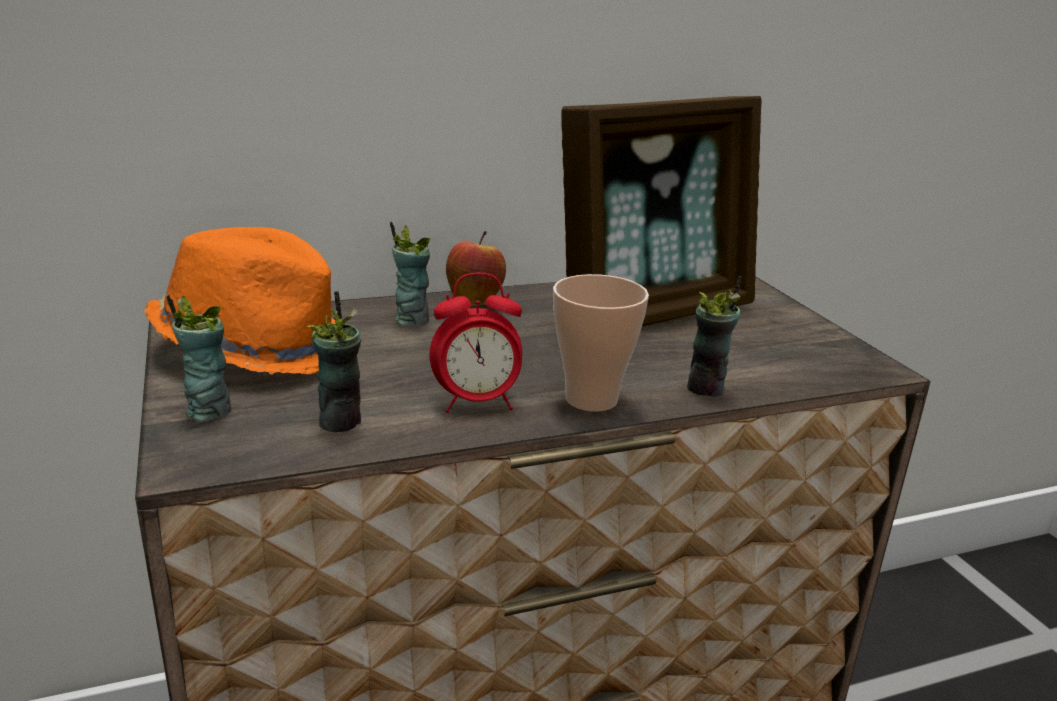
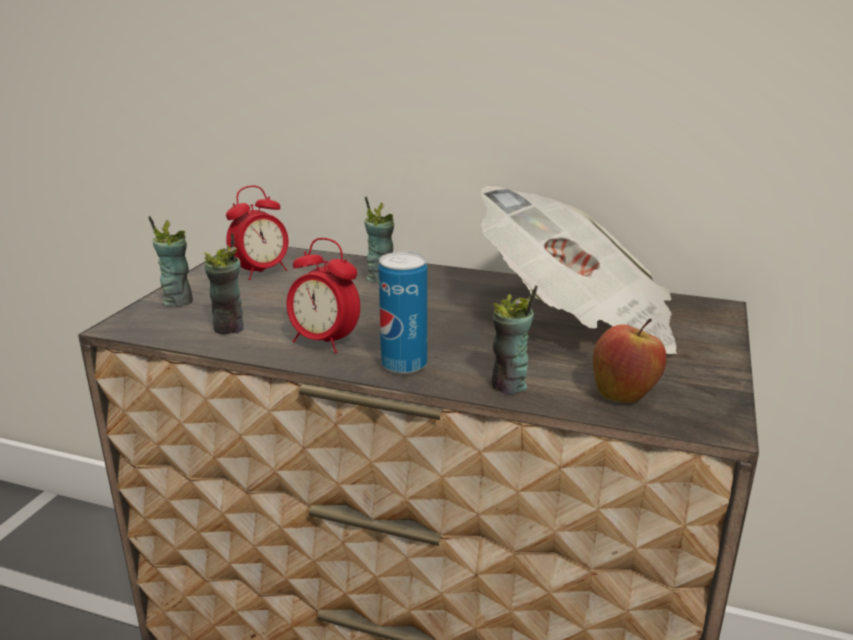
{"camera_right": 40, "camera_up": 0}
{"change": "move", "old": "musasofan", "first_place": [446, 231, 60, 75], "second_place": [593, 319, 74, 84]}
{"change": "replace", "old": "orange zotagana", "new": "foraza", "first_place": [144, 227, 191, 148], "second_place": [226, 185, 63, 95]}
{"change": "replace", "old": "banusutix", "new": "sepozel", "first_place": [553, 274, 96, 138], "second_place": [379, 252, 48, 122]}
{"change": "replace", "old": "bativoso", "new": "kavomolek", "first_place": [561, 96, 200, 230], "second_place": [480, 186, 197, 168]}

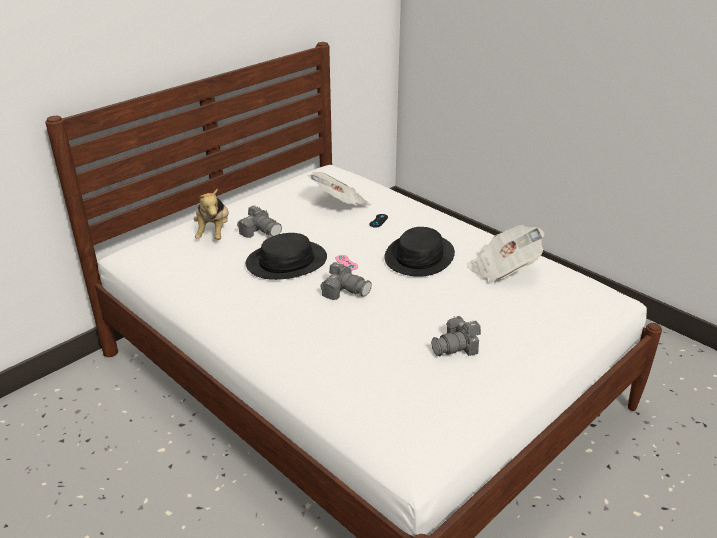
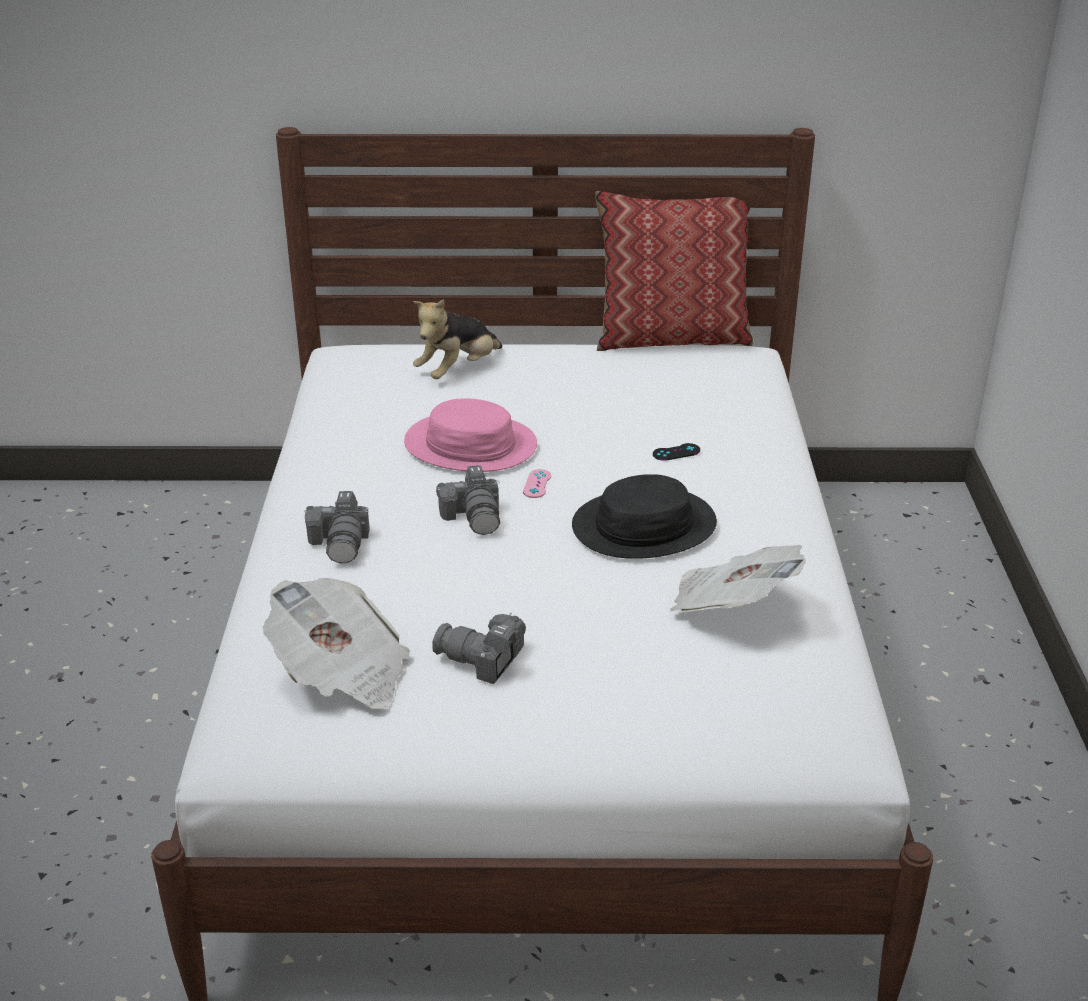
{"camera_right": 45, "camera_up": 0}
{"change": "insert", "new": "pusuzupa", "second_place": [595, 191, 158, 160]}
{"change": "move", "old": "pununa", "first_place": [237, 206, 45, 32], "second_place": [304, 491, 66, 73]}
{"change": "move", "old": "kavomolek", "first_place": [307, 172, 65, 34], "second_place": [263, 578, 147, 132]}
{"change": "recolor", "old": "black zotagana", "new": "pink zotagana", "first_place": [246, 233, 81, 47], "second_place": [404, 398, 133, 74]}

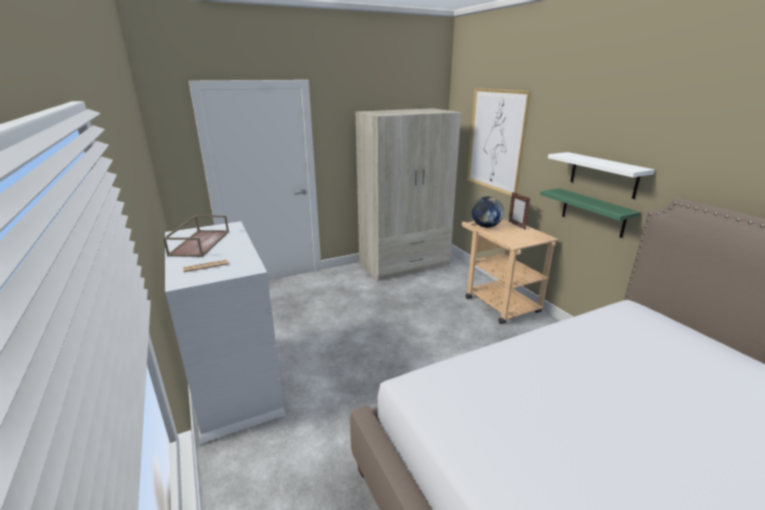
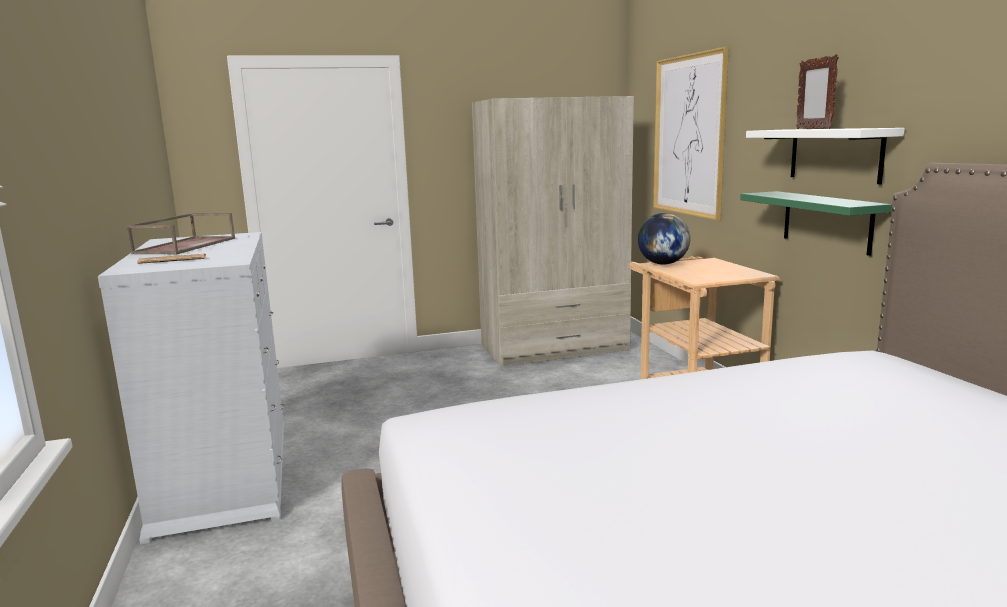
{"camera_right": 10, "camera_up": -10}
{"change": "move", "old": "bativoso", "first_place": [508, 192, 23, 38], "second_place": [796, 54, 43, 75]}

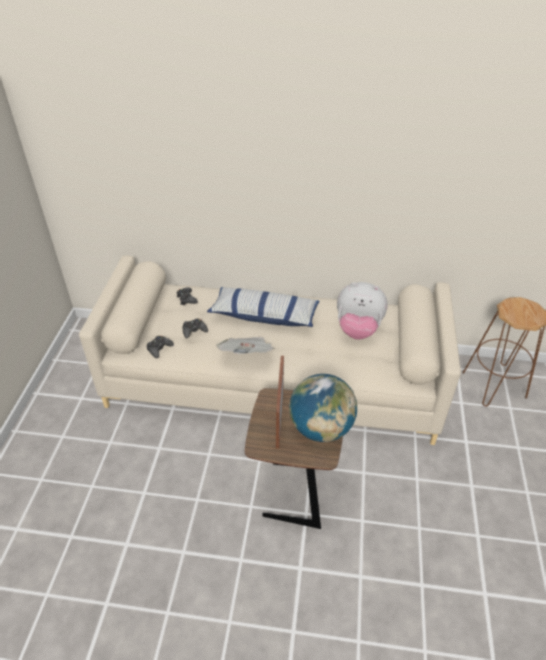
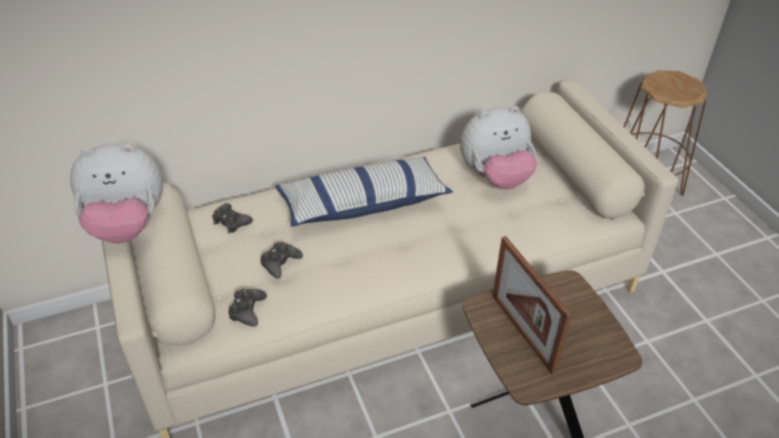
{"camera_right": -30, "camera_up": 0}
{"change": "delete", "old": "kavomolek", "first_place": [216, 336, 59, 18]}
{"change": "delete", "old": "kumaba", "first_place": [289, 374, 68, 68]}
{"change": "insert", "new": "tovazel", "second_place": [70, 143, 93, 100]}

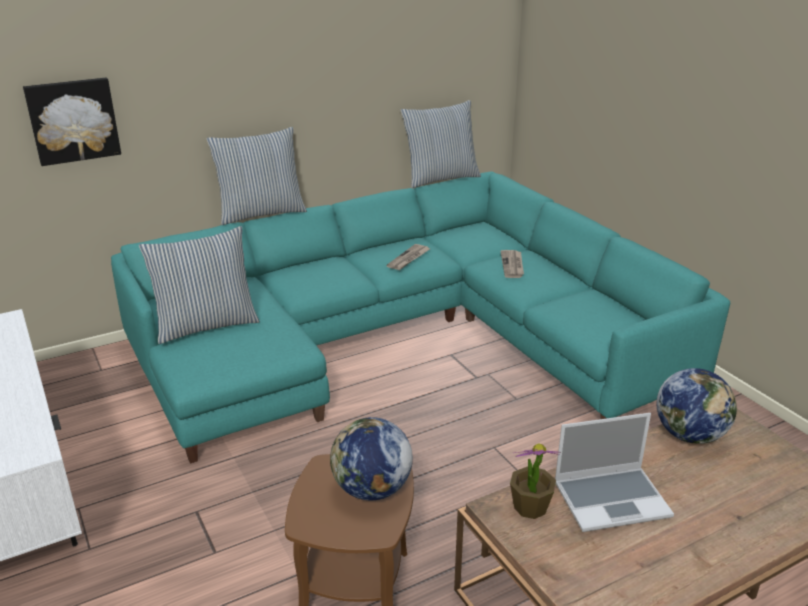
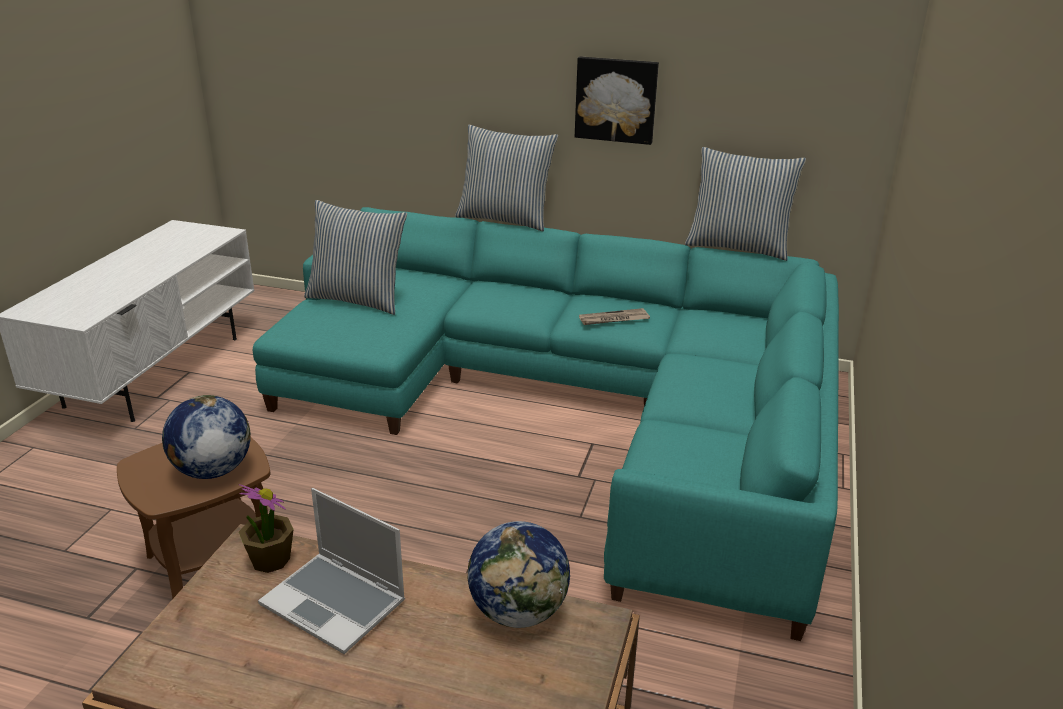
{"camera_right": 45, "camera_up": 0}
{"change": "delete", "old": "kavomolek", "first_place": [501, 250, 23, 28]}
{"change": "move", "old": "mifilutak", "first_place": [23, 78, 98, 88], "second_place": [575, 57, 84, 88]}

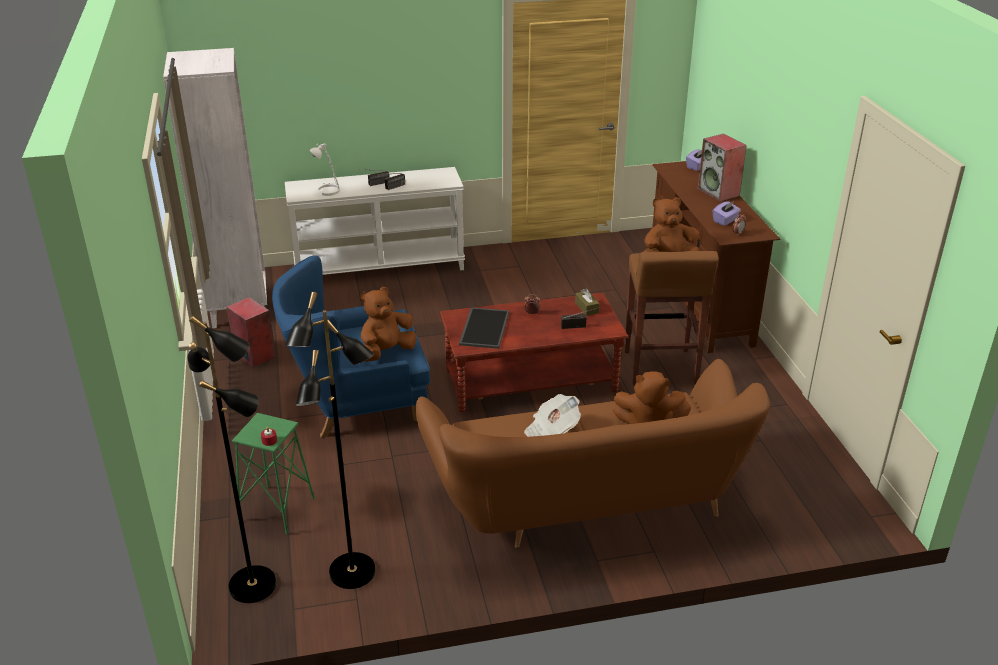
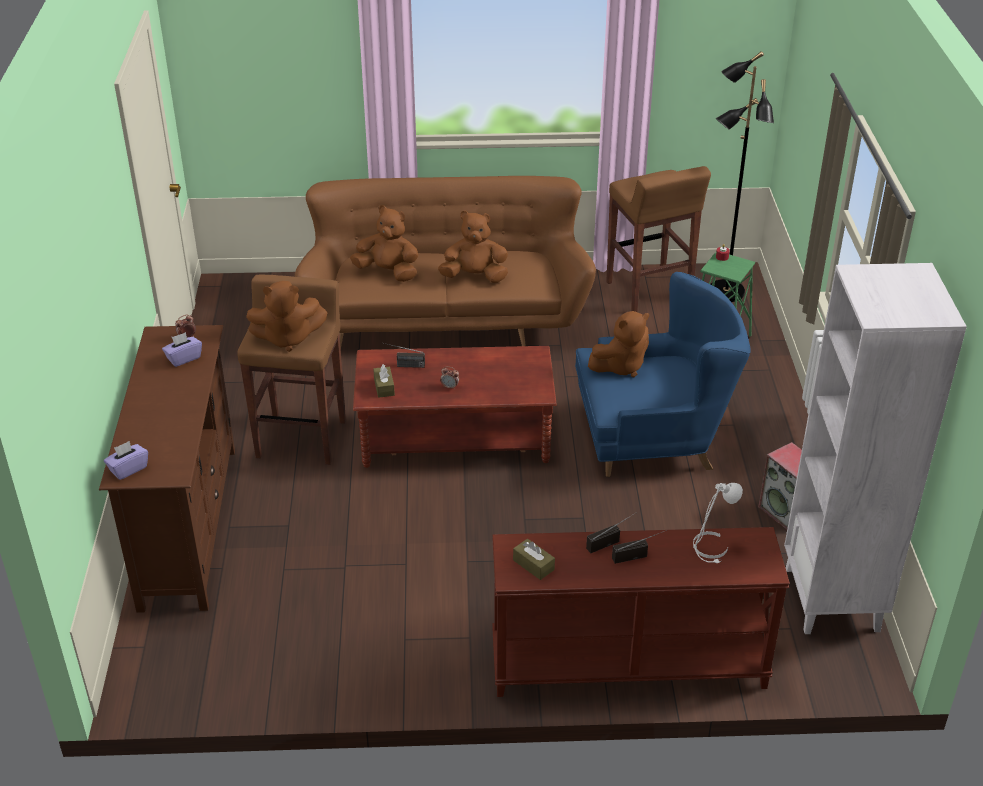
{"camera_right": -170, "camera_up": 5}
{"change": "delete", "old": "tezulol", "first_place": [459, 307, 50, 42]}
{"change": "delete", "old": "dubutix", "first_place": [698, 134, 49, 68]}
{"change": "insert", "new": "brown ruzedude", "second_place": [513, 539, 42, 41]}
{"change": "replace", "old": "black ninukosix", "new": "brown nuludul", "first_place": [285, 292, 90, 297], "second_place": [606, 166, 105, 146]}
{"change": "replace", "old": "kavomolek", "new": "brown tovazel", "first_place": [524, 394, 57, 43], "second_place": [438, 211, 70, 72]}
{"change": "recolor", "old": "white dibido", "new": "brown dibido", "first_place": [285, 167, 180, 108], "second_place": [492, 527, 298, 170]}

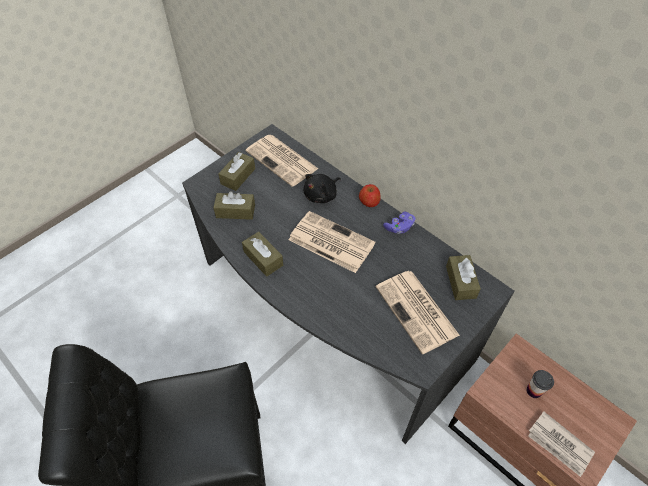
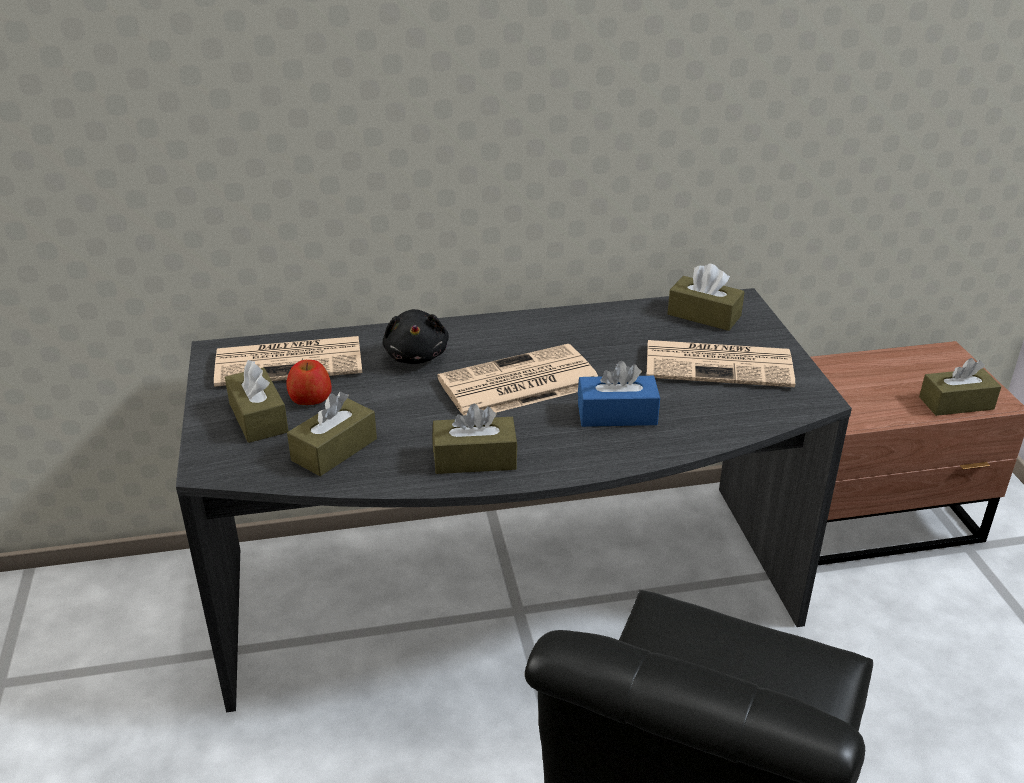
{"camera_right": -55, "camera_up": -20}
{"change": "delete", "old": "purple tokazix", "first_place": [383, 212, 32, 22]}
{"change": "delete", "old": "banusutix", "first_place": [526, 370, 28, 28]}
{"change": "insert", "new": "blue ruzedude", "second_place": [578, 361, 82, 66]}
{"change": "move", "old": "musasofan", "first_place": [359, 184, 22, 23], "second_place": [286, 360, 46, 45]}
{"change": "replace", "old": "kavomolek", "new": "brown ruzedude", "first_place": [528, 411, 67, 66], "second_place": [919, 358, 82, 58]}

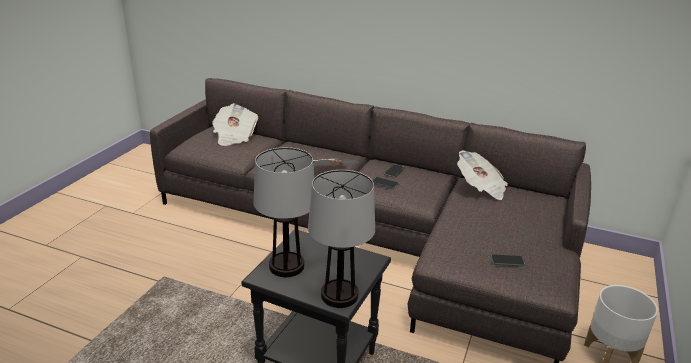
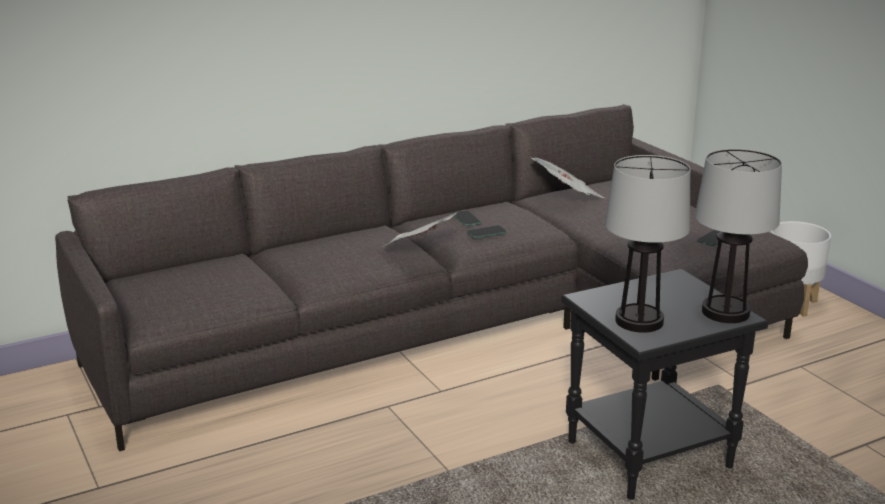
{"camera_right": -50, "camera_up": -5}
{"change": "delete", "old": "kavomolek", "first_place": [212, 103, 46, 43]}

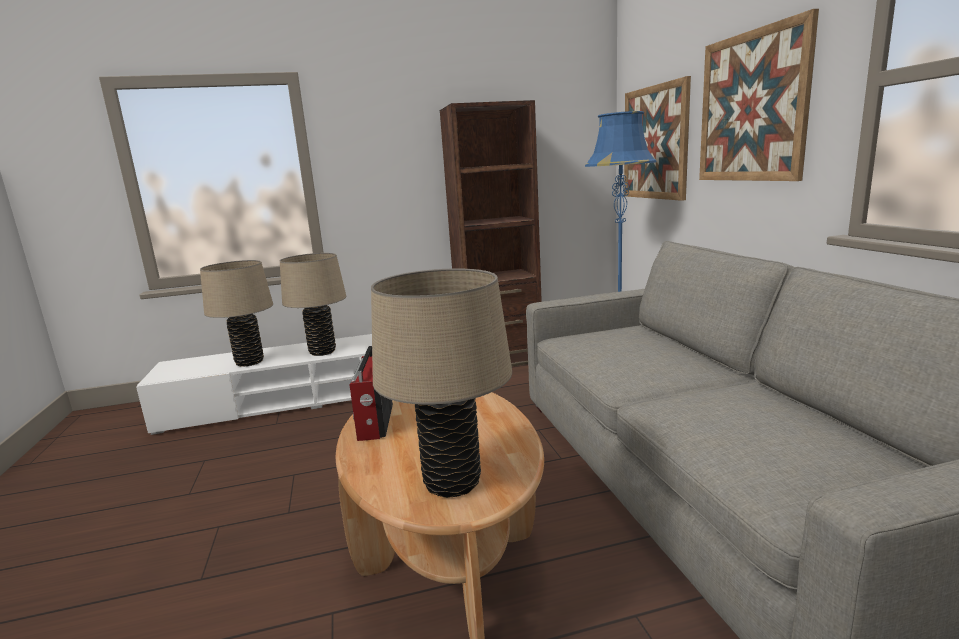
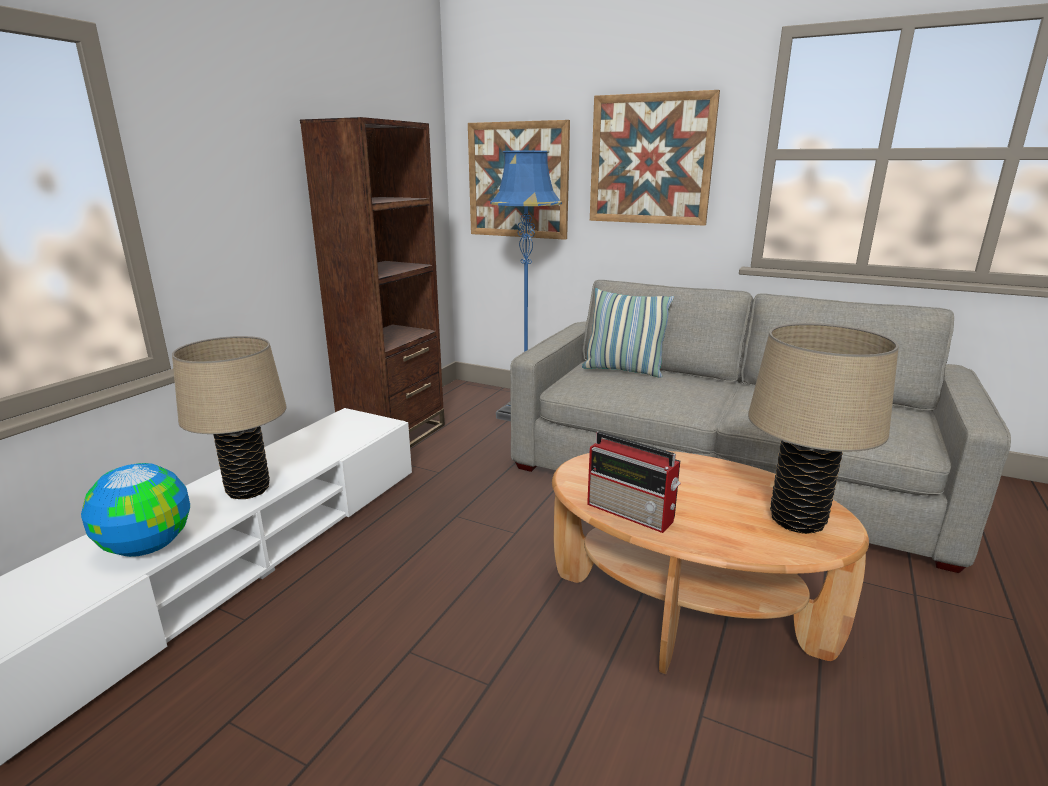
{"camera_right": -50, "camera_up": 5}
{"change": "insert", "new": "pusuzupa", "second_place": [582, 288, 92, 90]}
{"change": "replace", "old": "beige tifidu", "new": "kumaba", "first_place": [200, 260, 73, 107], "second_place": [81, 463, 109, 94]}

